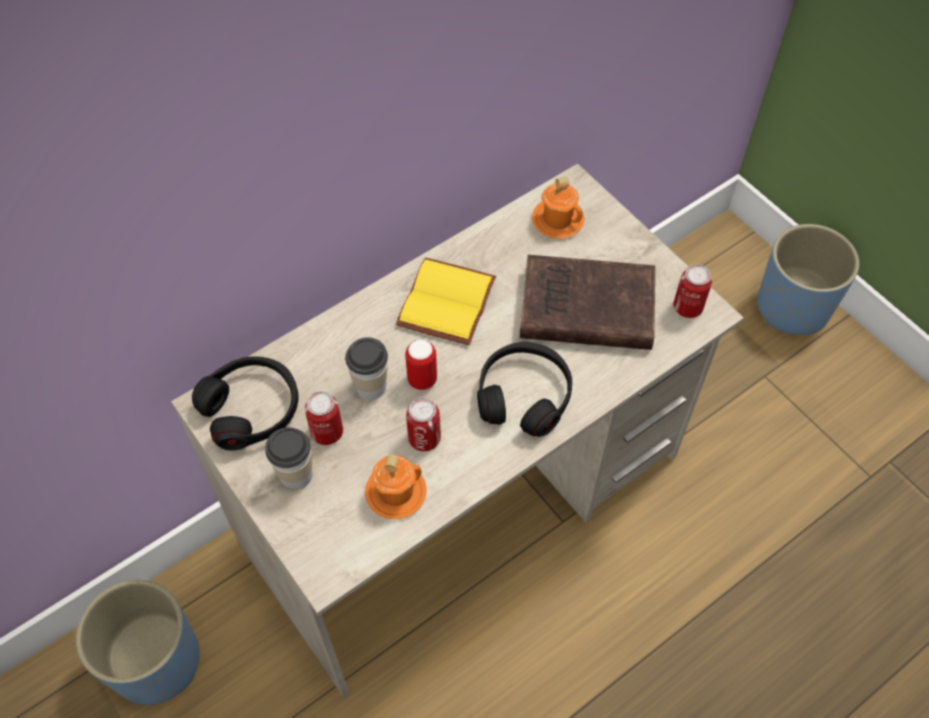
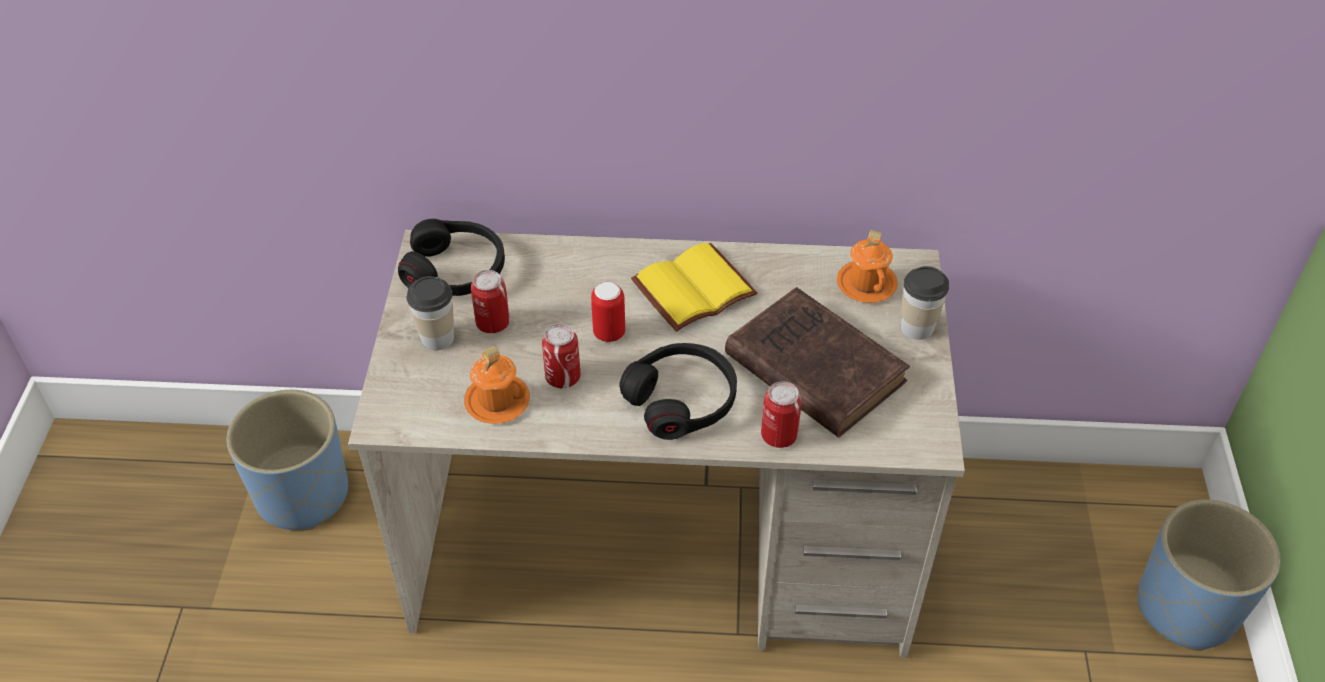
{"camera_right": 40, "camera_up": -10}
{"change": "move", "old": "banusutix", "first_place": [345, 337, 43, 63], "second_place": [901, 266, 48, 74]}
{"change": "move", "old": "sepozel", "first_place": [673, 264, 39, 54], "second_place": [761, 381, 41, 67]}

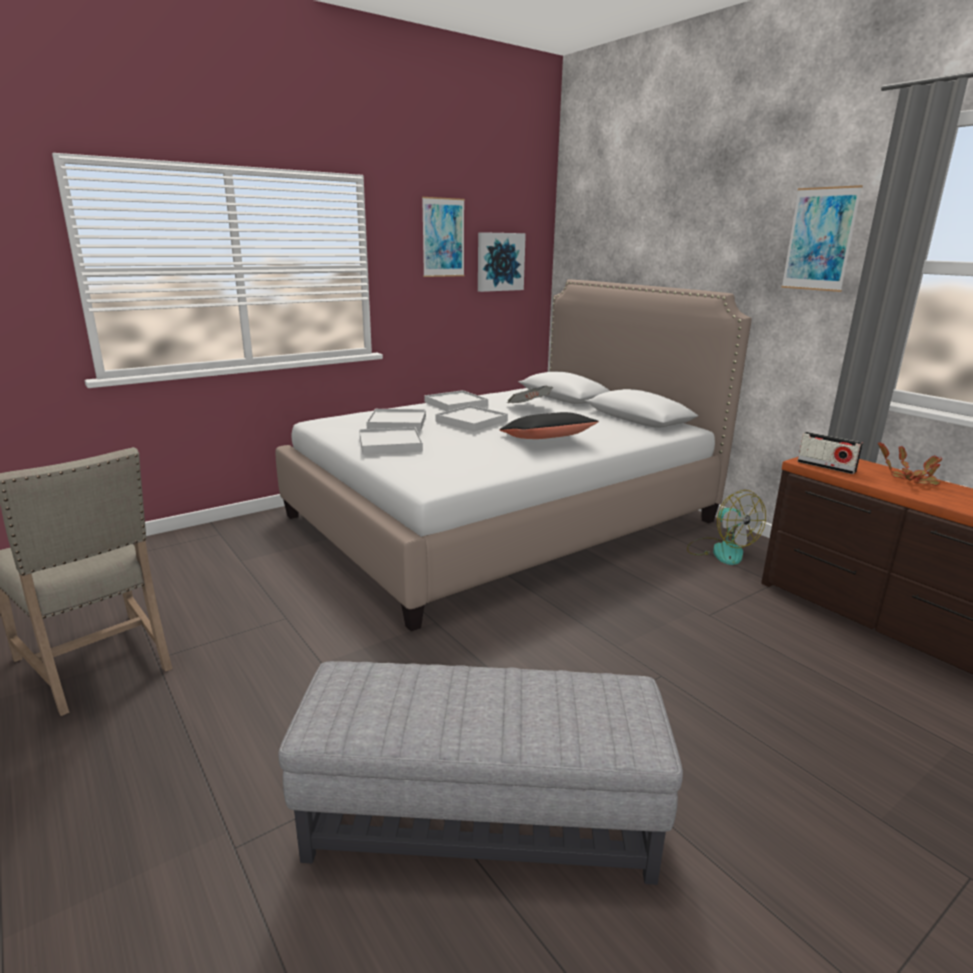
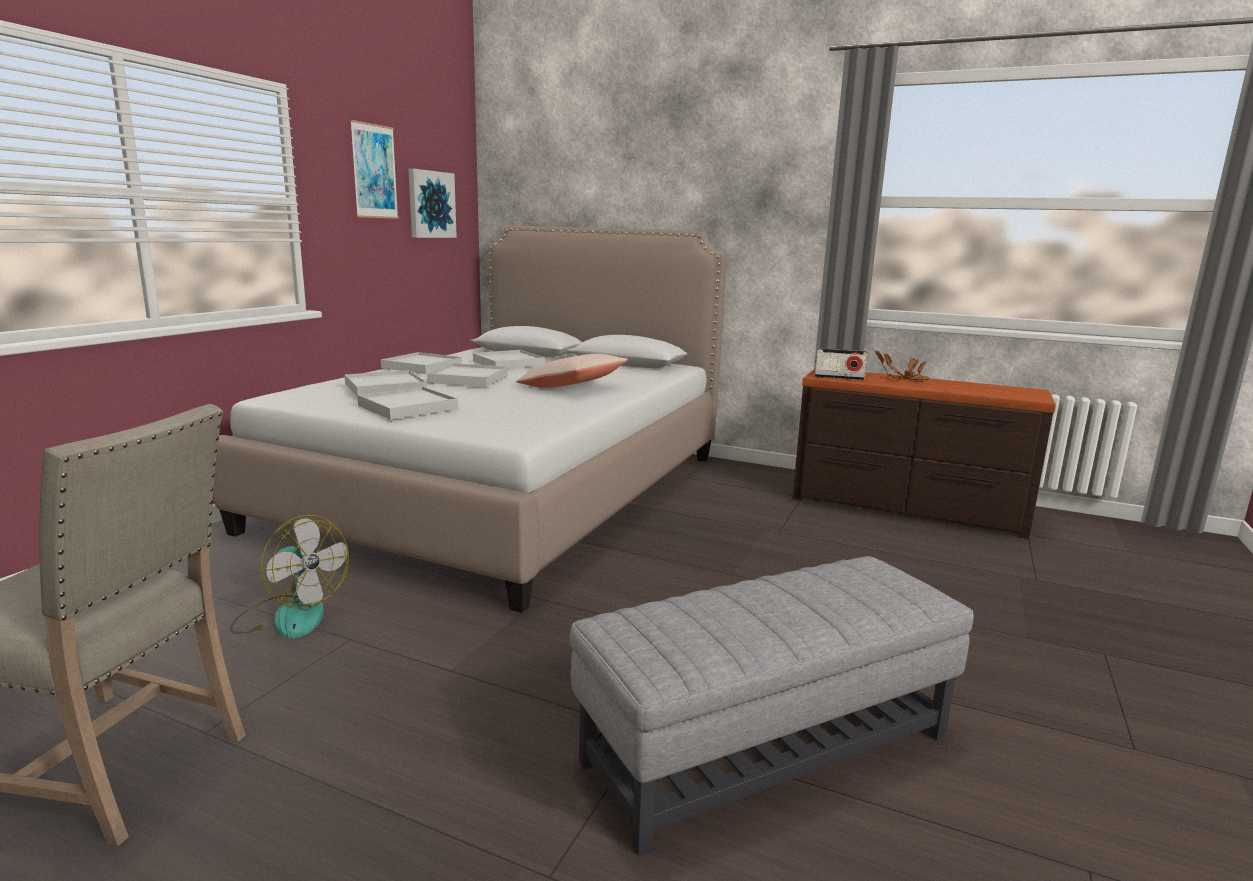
{"camera_right": -30, "camera_up": -5}
{"change": "delete", "old": "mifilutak", "first_place": [781, 185, 82, 107]}
{"change": "move", "old": "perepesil", "first_place": [687, 490, 79, 75], "second_place": [230, 515, 119, 123]}
{"change": "replace", "old": "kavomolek", "new": "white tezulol", "first_place": [507, 386, 46, 17], "second_place": [473, 350, 72, 19]}
{"change": "recolor", "old": "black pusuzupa", "new": "beige pusuzupa", "first_place": [499, 412, 100, 27], "second_place": [516, 354, 112, 34]}

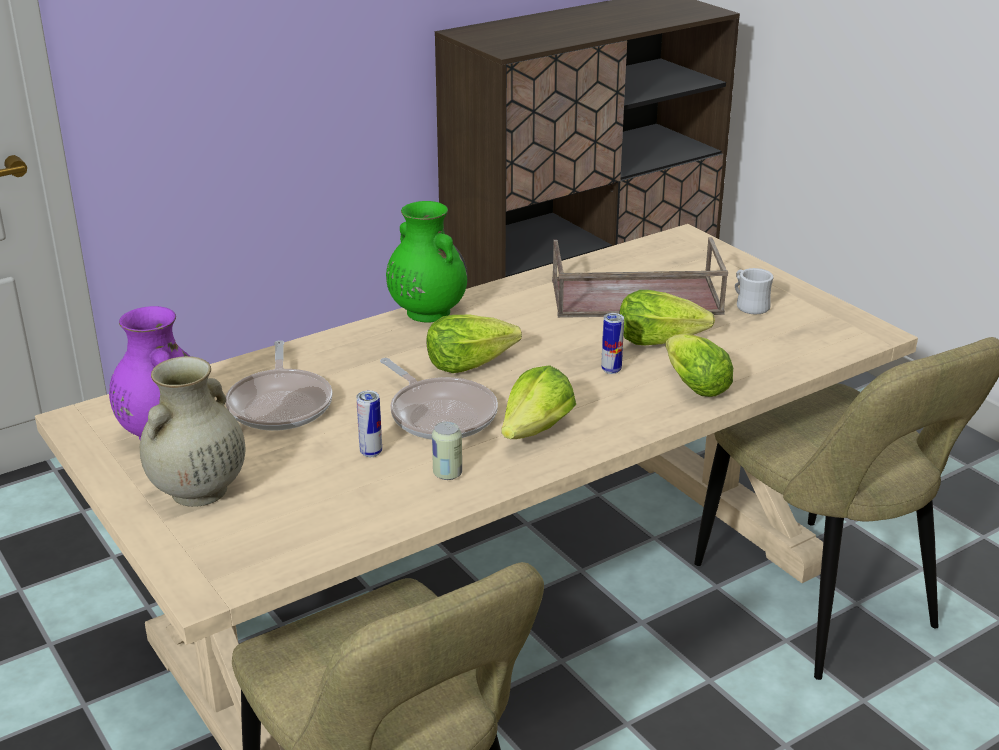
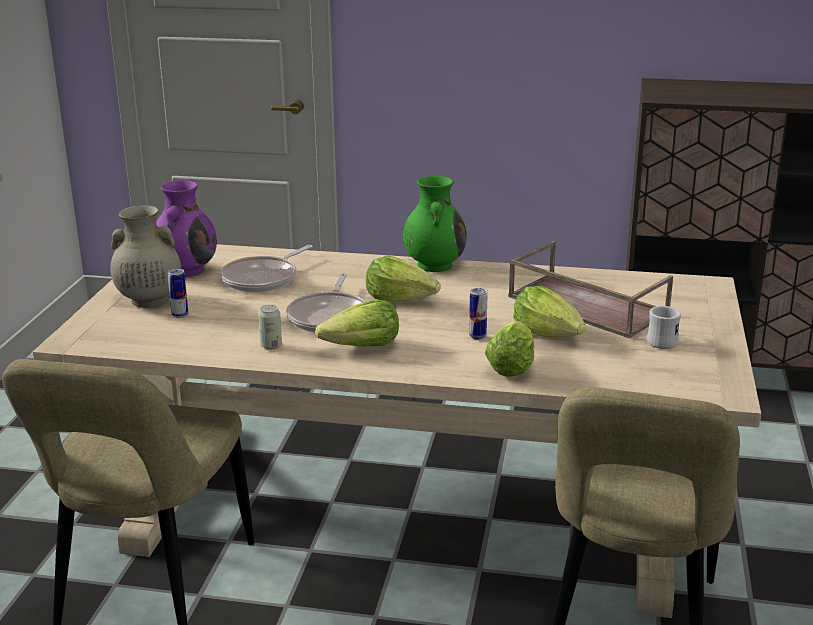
{"camera_right": 45, "camera_up": -5}
{"change": "move", "old": "sepozel", "first_place": [356, 391, 26, 66], "second_place": [167, 268, 21, 50]}

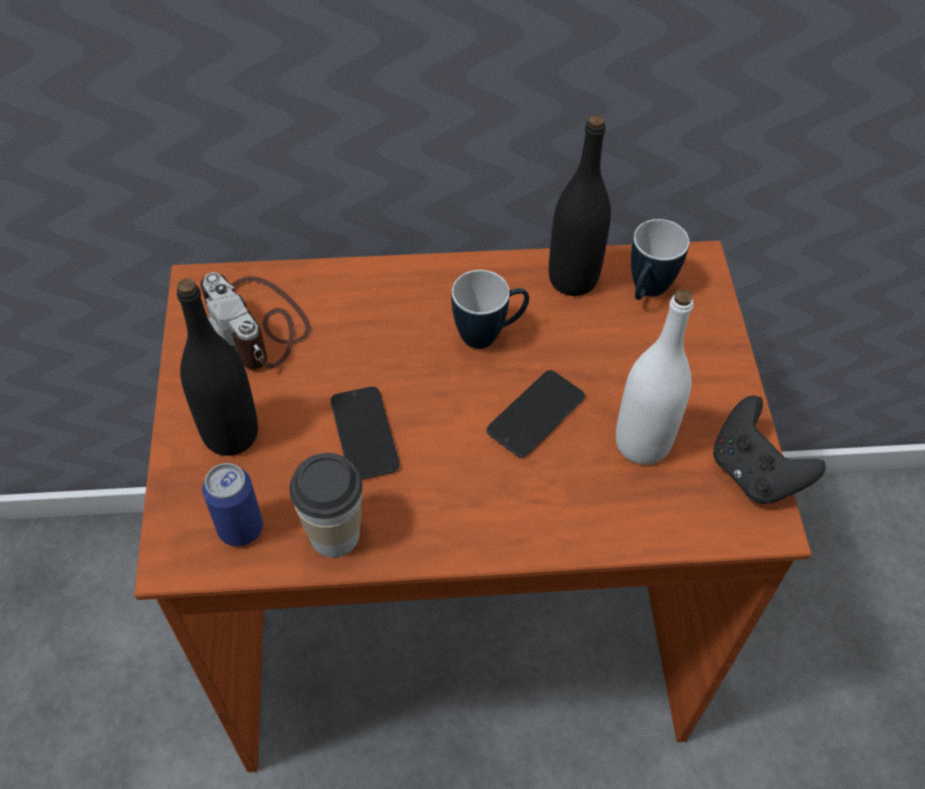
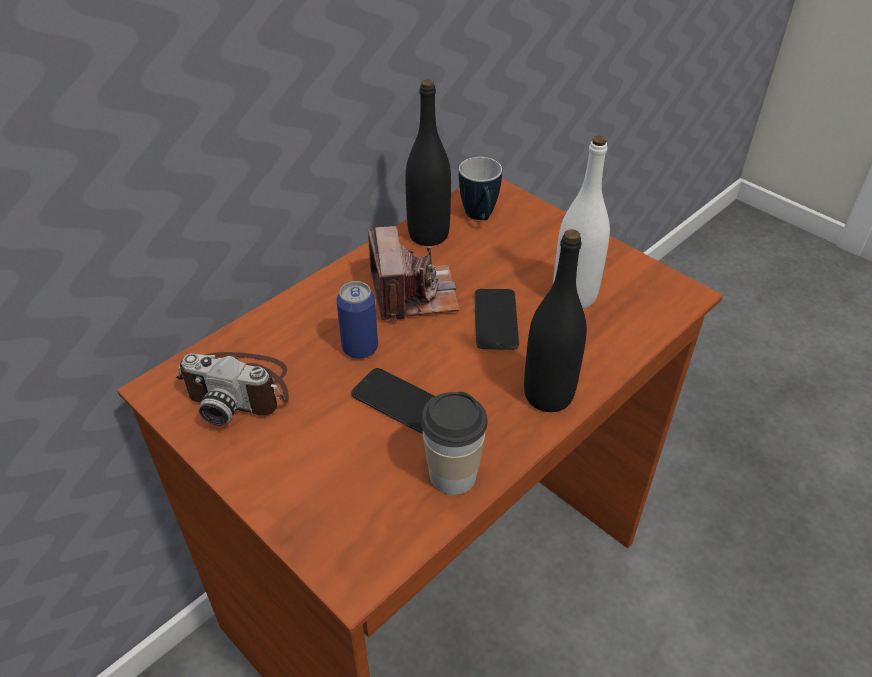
{"camera_right": -40, "camera_up": -10}
{"change": "delete", "old": "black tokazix", "first_place": [713, 396, 113, 108]}
{"change": "move", "old": "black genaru", "first_place": [177, 279, 81, 177], "second_place": [524, 229, 63, 183]}
{"change": "move", "old": "sepozel", "first_place": [202, 463, 61, 83], "second_place": [336, 281, 42, 78]}
{"change": "replace", "old": "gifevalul", "new": "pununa", "first_place": [451, 270, 78, 79], "second_place": [368, 226, 91, 97]}

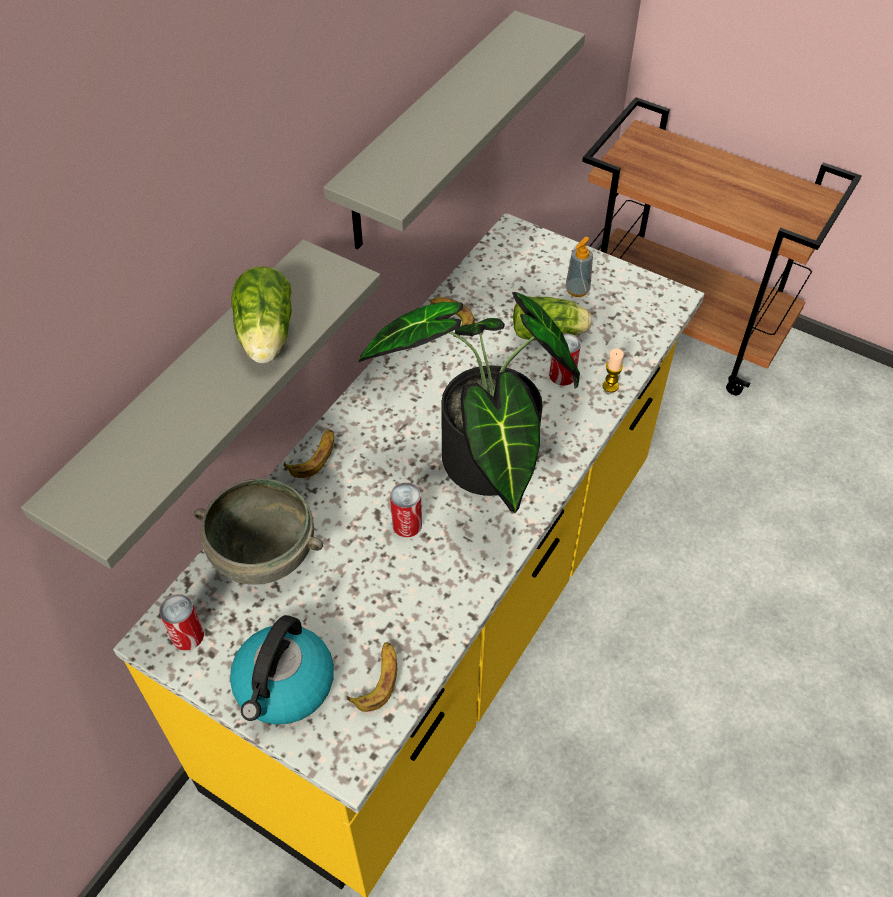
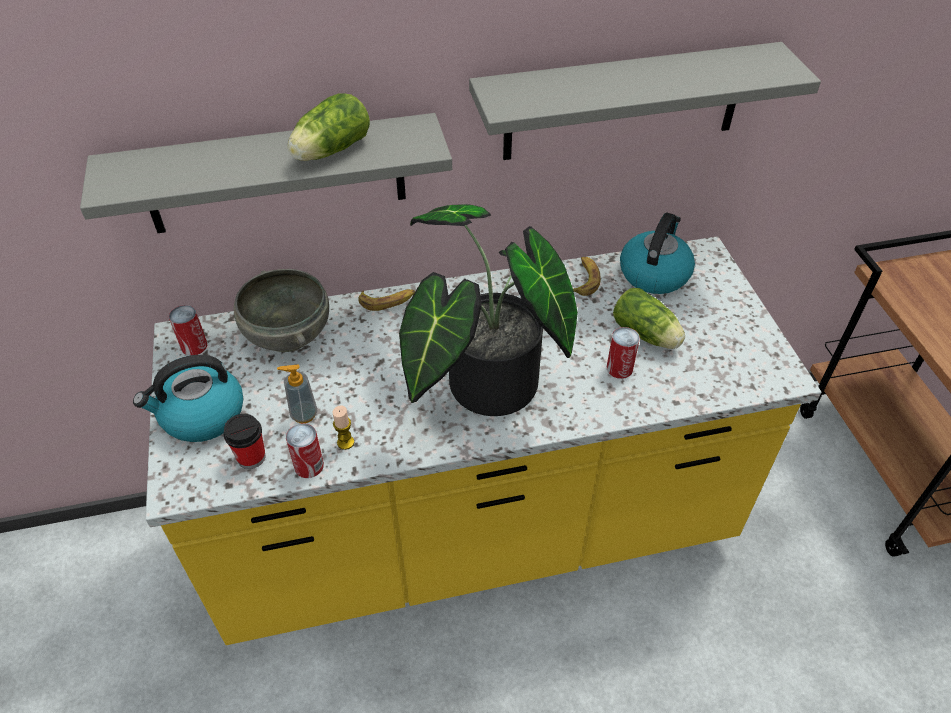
{"camera_right": 45, "camera_up": -5}
{"change": "insert", "new": "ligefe", "second_place": [620, 213, 75, 81]}
{"change": "move", "old": "sepozel", "first_place": [390, 483, 32, 54], "second_place": [286, 423, 38, 55]}
{"change": "move", "old": "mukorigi", "first_place": [565, 237, 28, 60], "second_place": [277, 364, 41, 59]}
{"change": "move", "old": "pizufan", "first_place": [602, 349, 22, 43], "second_place": [333, 405, 21, 45]}
{"change": "replace", "old": "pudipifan", "new": "banusutix", "first_place": [346, 642, 51, 70], "second_place": [223, 414, 43, 55]}

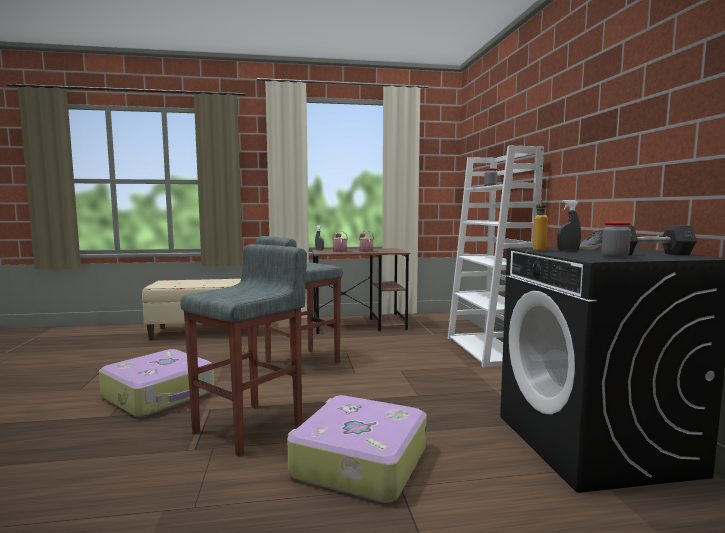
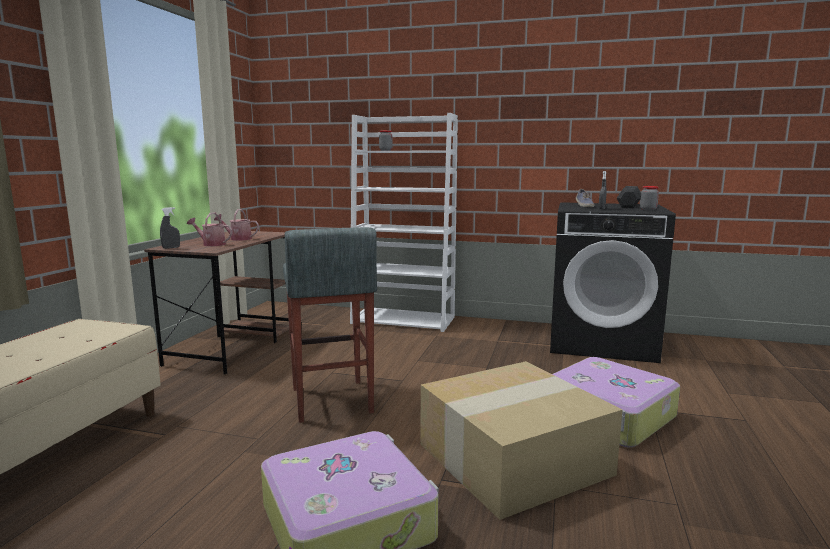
{"camera_right": -65, "camera_up": 5}
{"change": "delete", "old": "genaru", "first_place": [533, 199, 15, 52]}
{"change": "replace", "old": "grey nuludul", "new": "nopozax", "first_place": [180, 244, 127, 213], "second_place": [421, 361, 201, 159]}

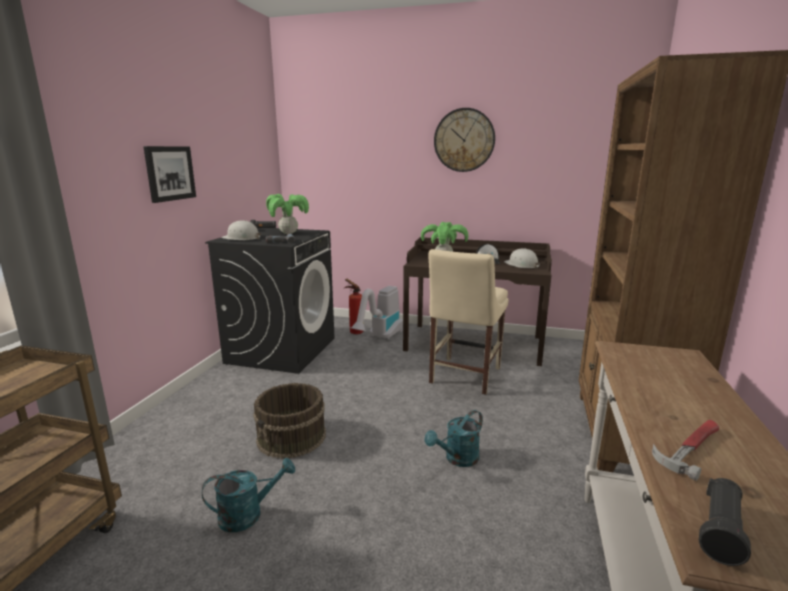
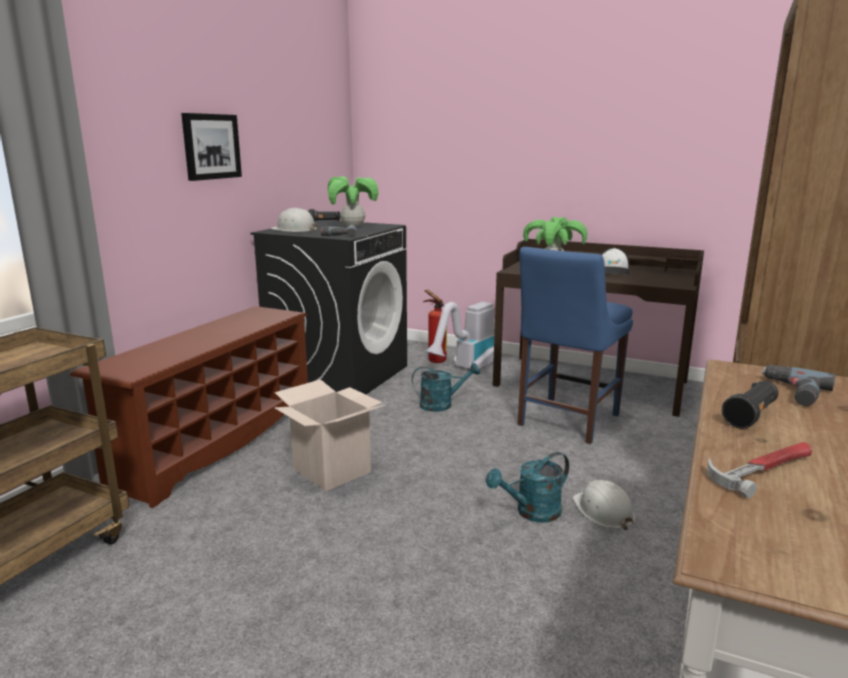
{"camera_right": 10, "camera_up": 0}
{"change": "delete", "old": "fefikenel", "first_place": [434, 108, 61, 64]}
{"change": "insert", "new": "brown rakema", "second_place": [70, 306, 238, 202]}
{"change": "insert", "new": "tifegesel", "second_place": [761, 365, 75, 41]}
{"change": "move", "old": "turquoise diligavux", "first_place": [202, 458, 93, 74], "second_place": [412, 363, 68, 49]}
{"change": "move", "old": "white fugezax", "first_place": [504, 248, 36, 21], "second_place": [572, 480, 63, 50]}
{"change": "move", "old": "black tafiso", "first_place": [699, 478, 52, 88], "second_place": [722, 381, 56, 48]}
{"change": "replace", "old": "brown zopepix", "new": "nopozax", "first_place": [253, 383, 73, 76], "second_place": [274, 379, 111, 112]}
{"change": "recolor", "old": "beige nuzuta", "new": "blue nuzuta", "first_place": [428, 249, 80, 146], "second_place": [518, 247, 115, 197]}

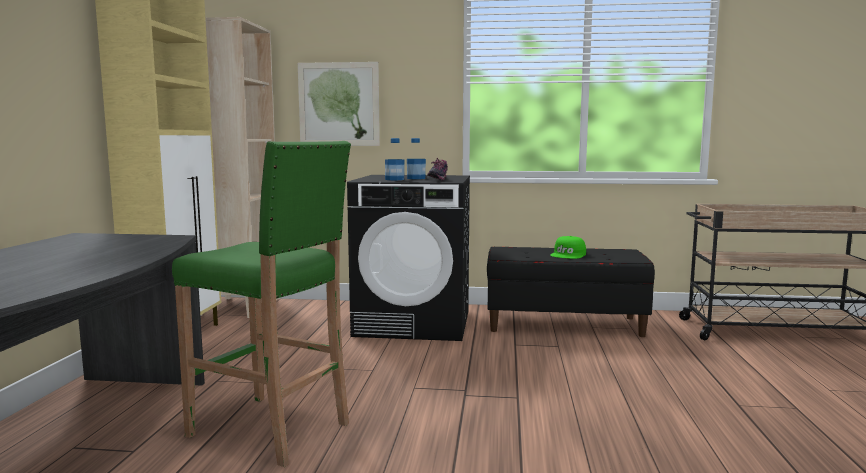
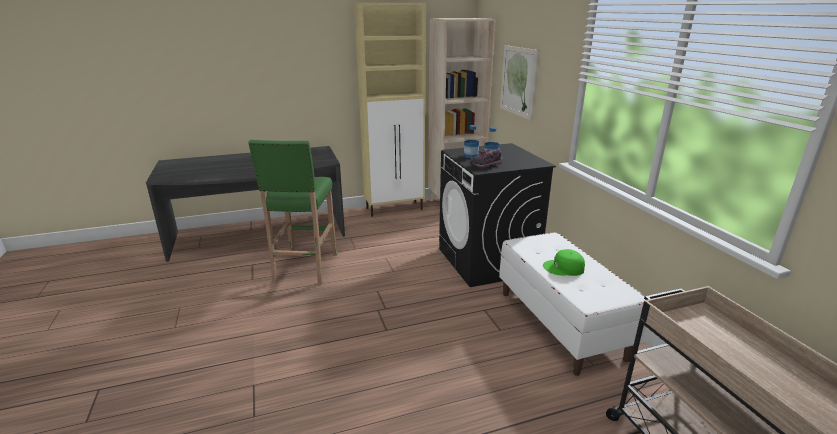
{"camera_right": 65, "camera_up": 15}
{"change": "recolor", "old": "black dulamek", "new": "white dulamek", "first_place": [487, 247, 168, 90], "second_place": [499, 232, 147, 144]}

